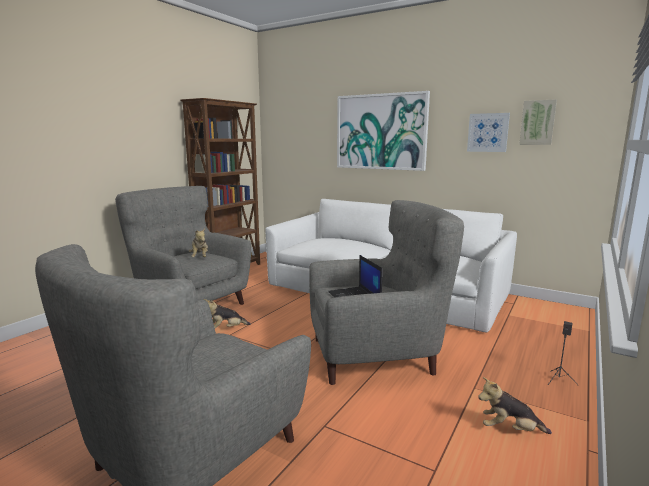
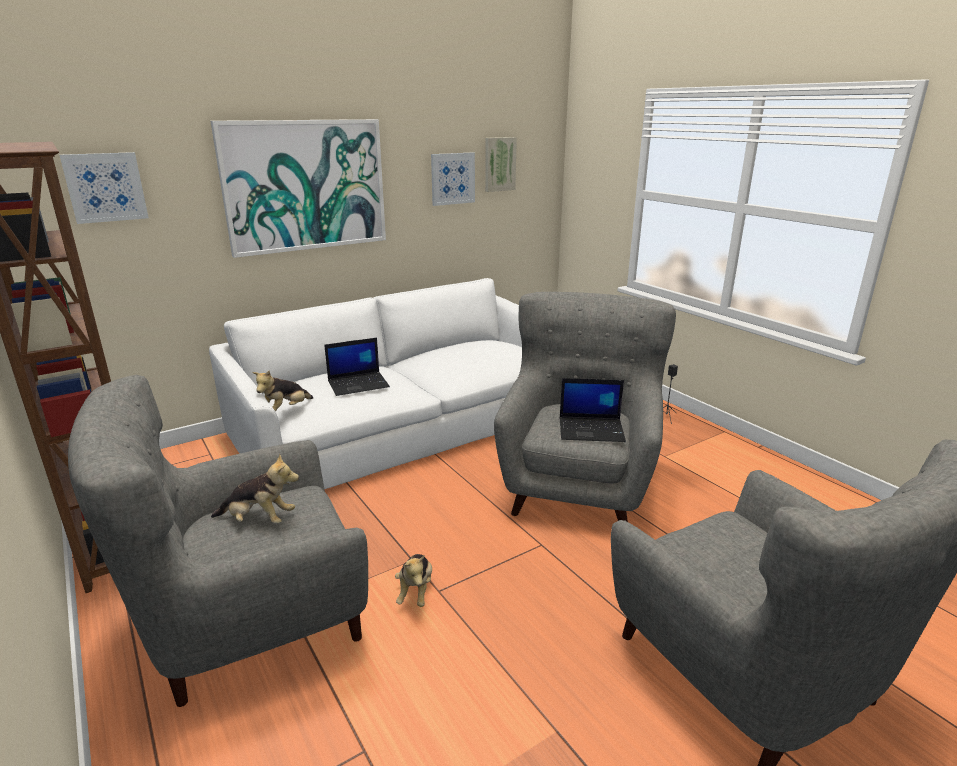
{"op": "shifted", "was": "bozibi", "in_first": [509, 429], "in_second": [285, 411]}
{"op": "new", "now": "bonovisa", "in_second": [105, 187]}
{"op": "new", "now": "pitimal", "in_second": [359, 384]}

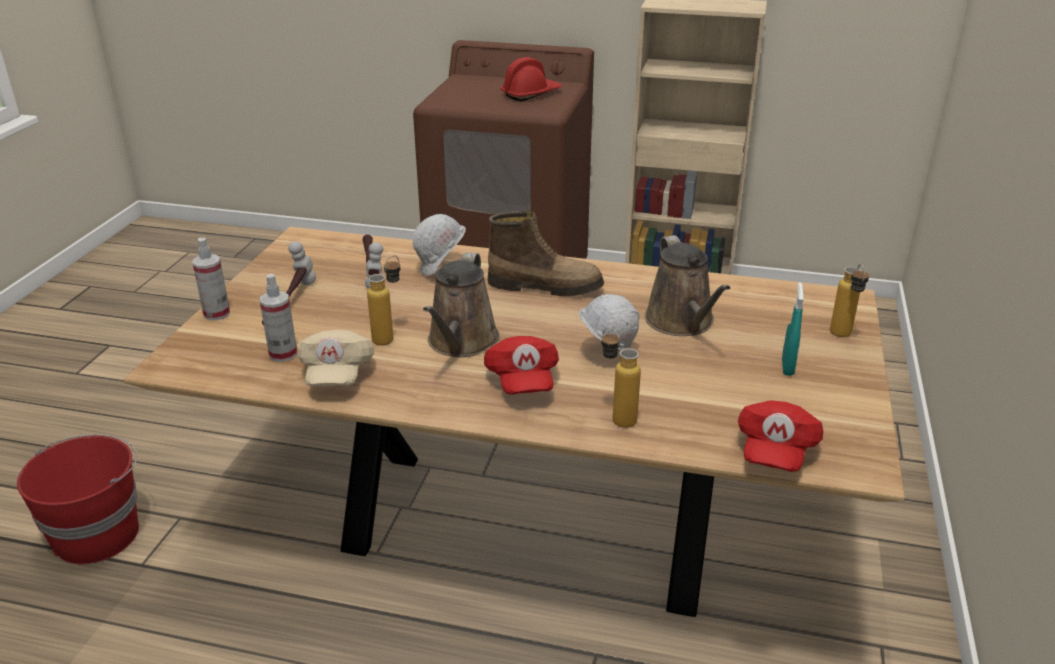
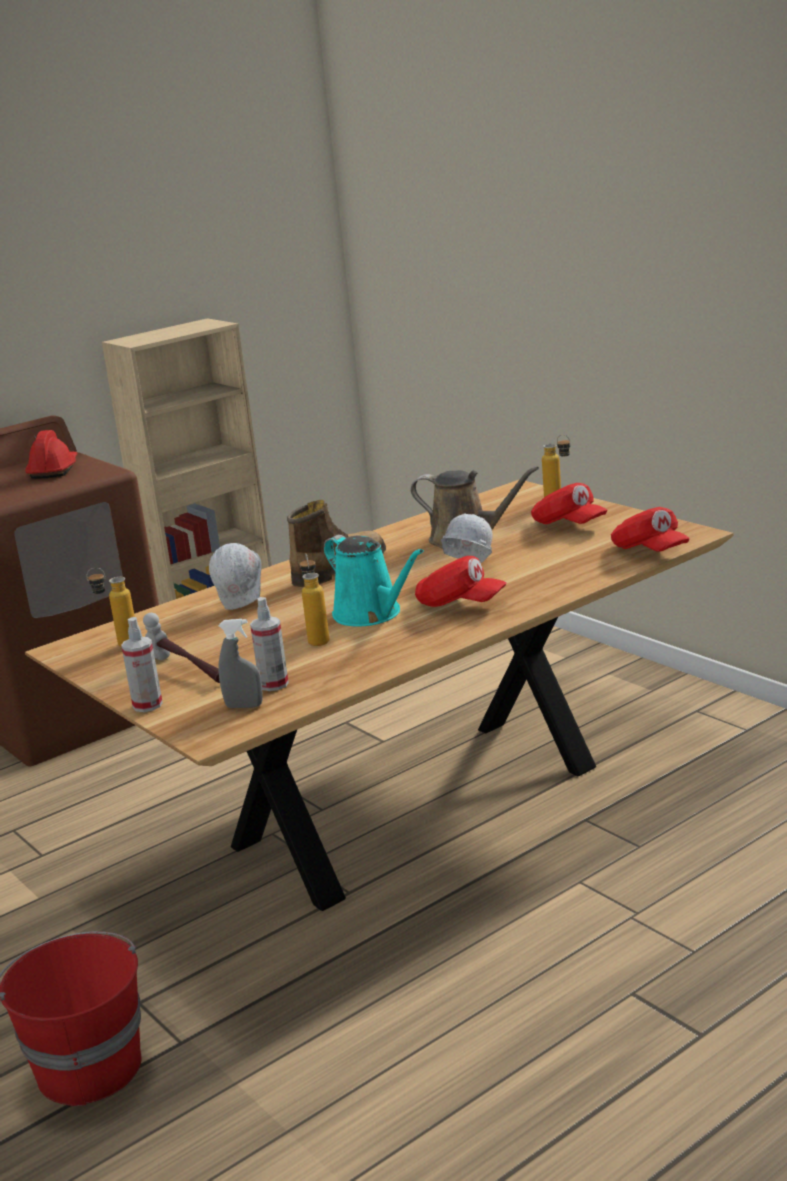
{"op": "gone", "was": "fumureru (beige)", "in_first": [337, 374]}
{"op": "gone", "was": "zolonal", "in_first": [372, 267]}
{"op": "repainted", "was": "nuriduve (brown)", "now": "nuriduve (turquoise)", "in_first": [461, 342], "in_second": [371, 614]}
{"op": "shifted", "was": "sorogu", "in_first": [616, 417], "in_second": [119, 645]}
{"op": "swapped", "was": "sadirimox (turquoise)", "now": "fumureru (red)", "in_first": [787, 367], "in_second": [568, 525]}
{"op": "new", "now": "sadirimox (grey)", "in_second": [244, 706]}

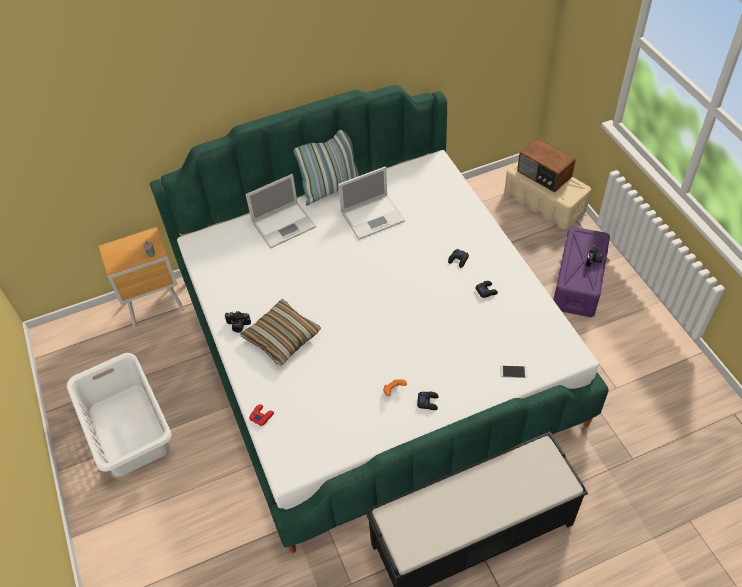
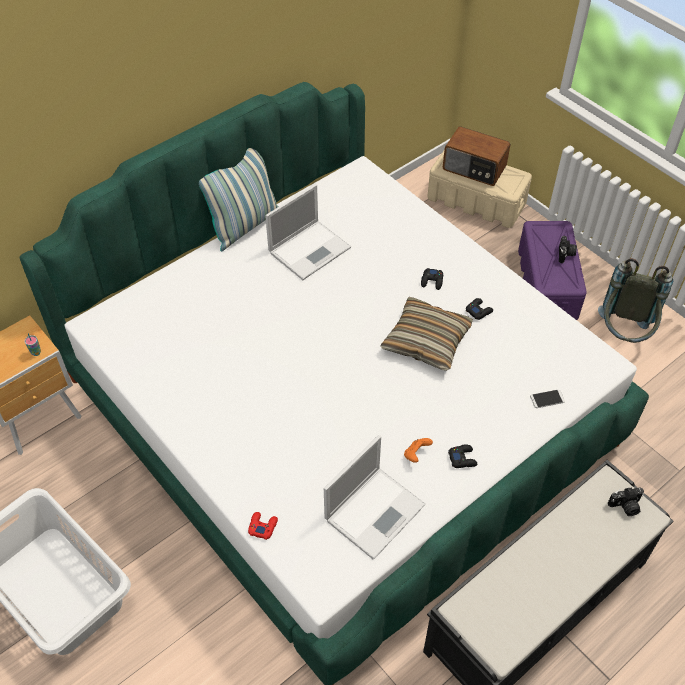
{"op": "shifted", "was": "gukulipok", "in_first": [238, 326], "in_second": [625, 506]}
{"op": "shifted", "was": "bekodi", "in_first": [282, 337], "in_second": [426, 341]}
{"op": "shifted", "was": "pitimal", "in_first": [284, 224], "in_second": [375, 510]}
{"op": "new", "now": "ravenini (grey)", "in_second": [623, 335]}

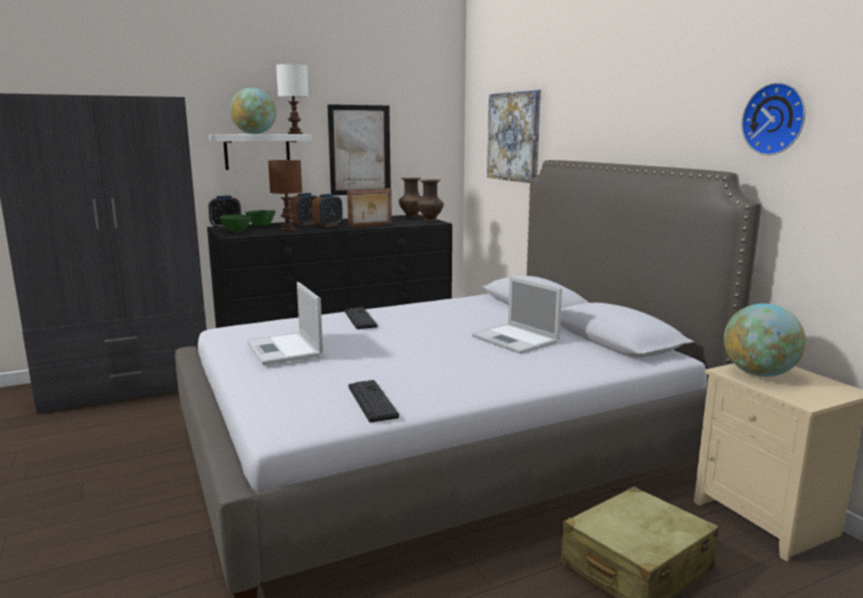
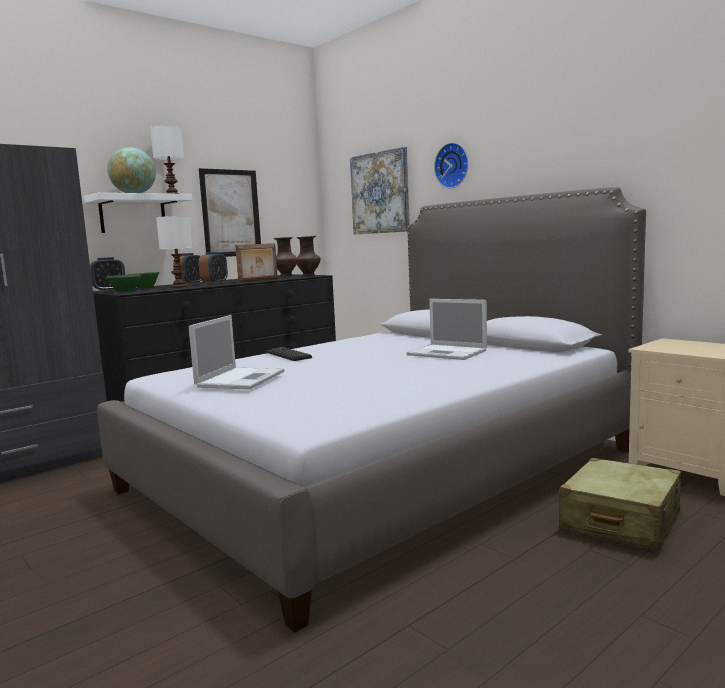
{"op": "rotated", "was": "pitimal", "in_first": [285, 349], "in_second": [241, 379], "clockwise": -120}
{"op": "repainted", "was": "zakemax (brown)", "now": "zakemax (white)", "in_first": [288, 230], "in_second": [180, 287]}
{"op": "gone", "was": "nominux", "in_first": [372, 401]}
{"op": "gone", "was": "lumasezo", "in_first": [759, 374]}
{"op": "shifted", "was": "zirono", "in_first": [776, 119], "in_second": [453, 165]}

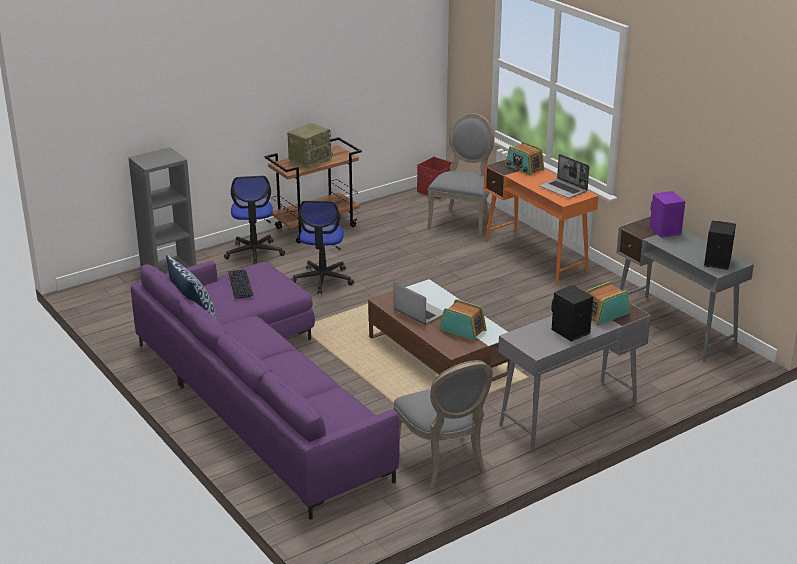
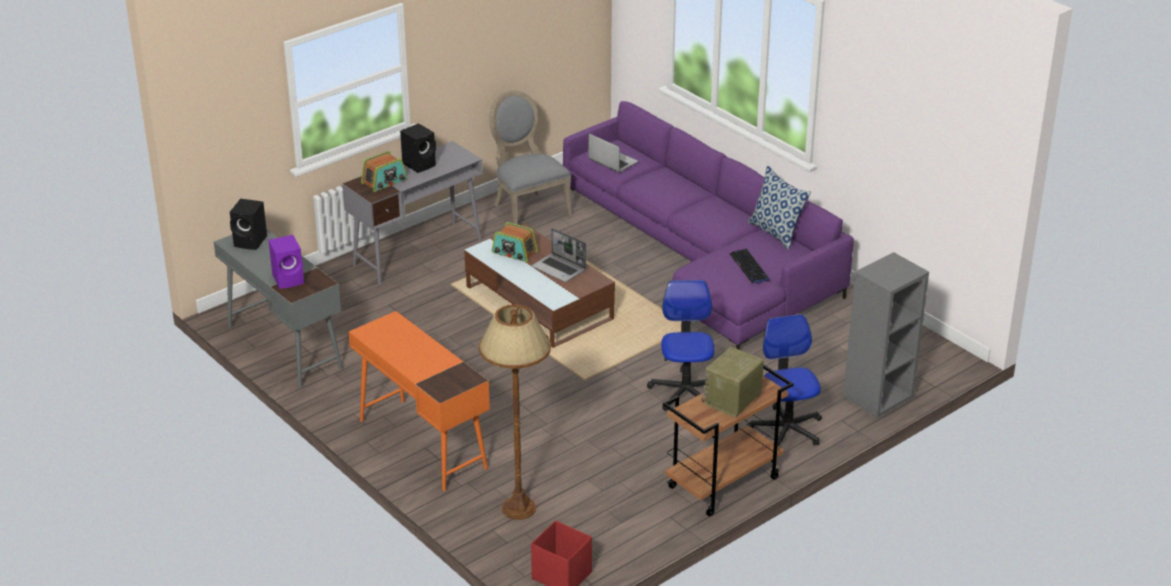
{"op": "swapped", "was": "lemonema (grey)", "now": "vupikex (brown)", "in_first": [462, 221], "in_second": [518, 508]}
{"op": "gone", "was": "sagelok", "in_first": [524, 168]}
{"op": "shifted", "was": "pitimal", "in_first": [564, 189], "in_second": [612, 161]}

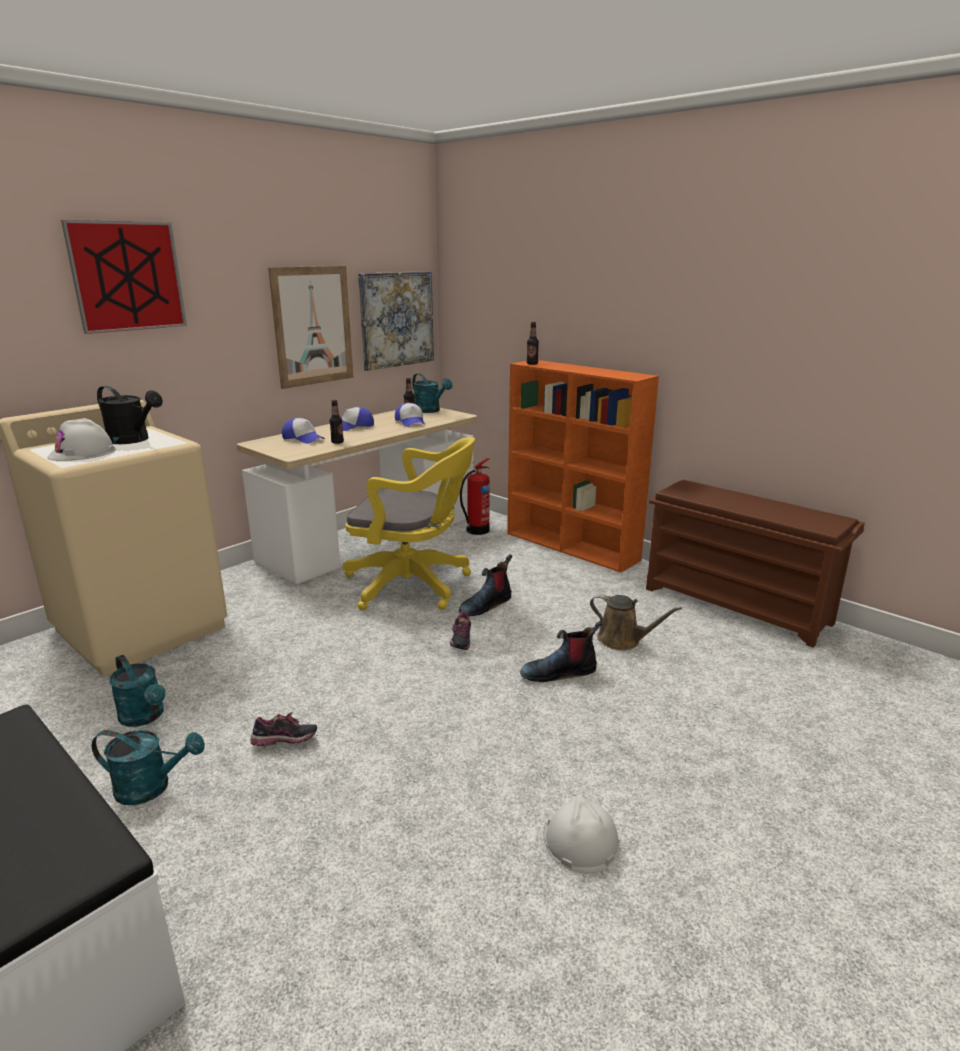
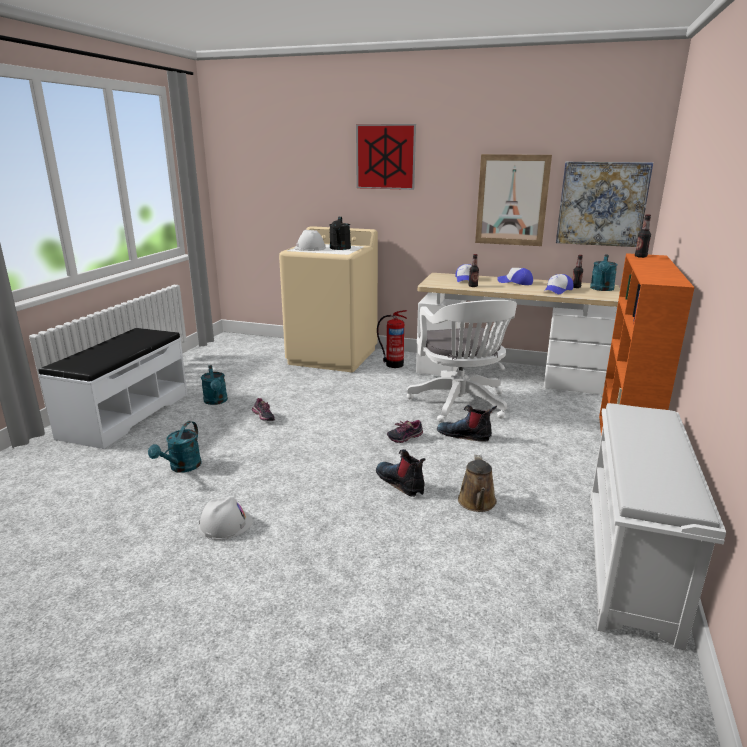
{"op": "shifted", "was": "nuriduve (turquoise)", "in_first": [145, 717], "in_second": [182, 467]}
{"op": "repainted", "was": "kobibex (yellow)", "now": "kobibex (white)", "in_first": [414, 585], "in_second": [461, 405]}
{"op": "shifted", "was": "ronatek", "in_first": [476, 531], "in_second": [393, 364]}
{"op": "repainted", "was": "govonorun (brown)", "now": "govonorun (white)", "in_first": [738, 605], "in_second": [631, 565]}

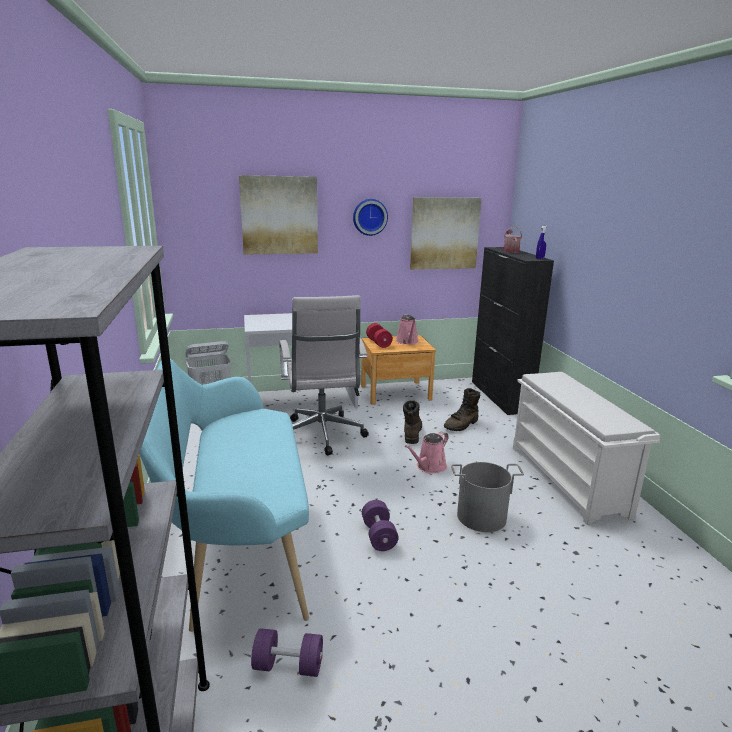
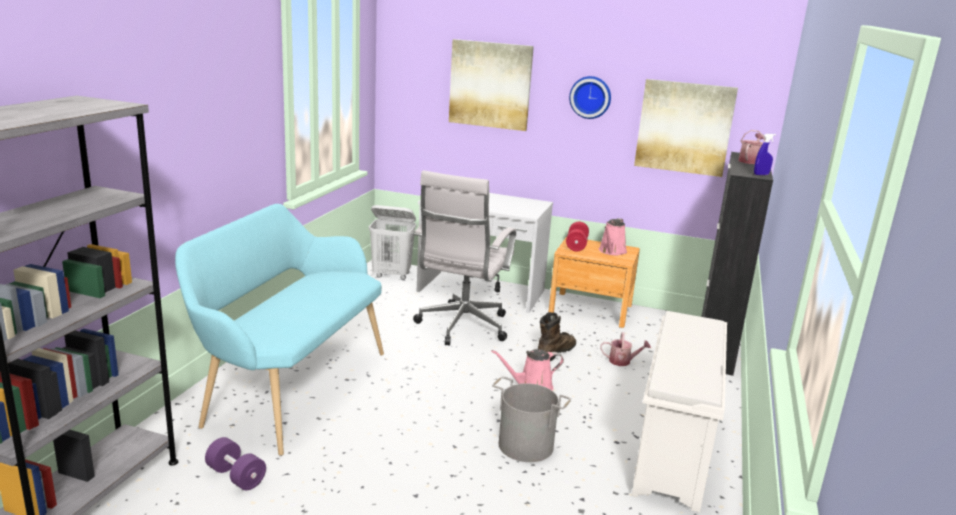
{"op": "gone", "was": "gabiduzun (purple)", "in_first": [379, 535]}
{"op": "swapped", "was": "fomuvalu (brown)", "now": "nuriduve", "in_first": [461, 425], "in_second": [623, 361]}

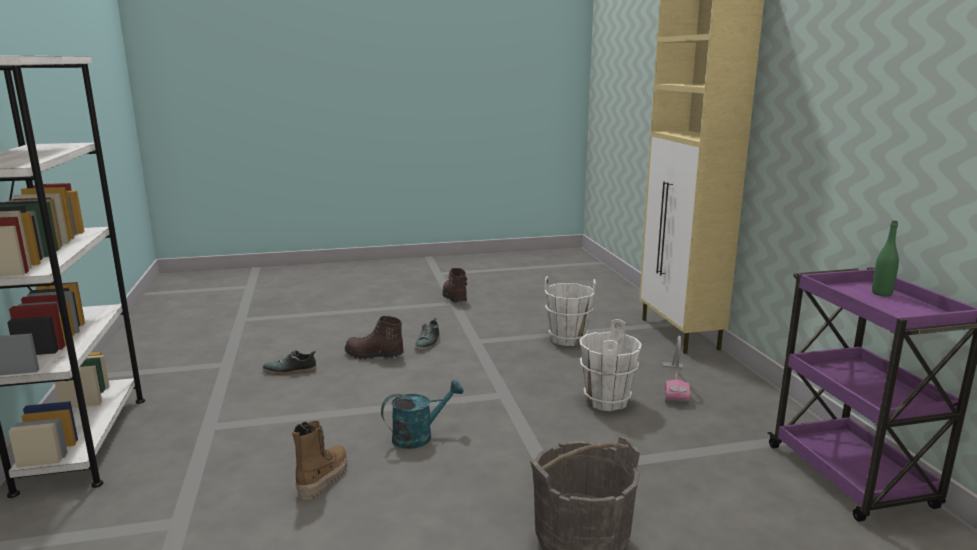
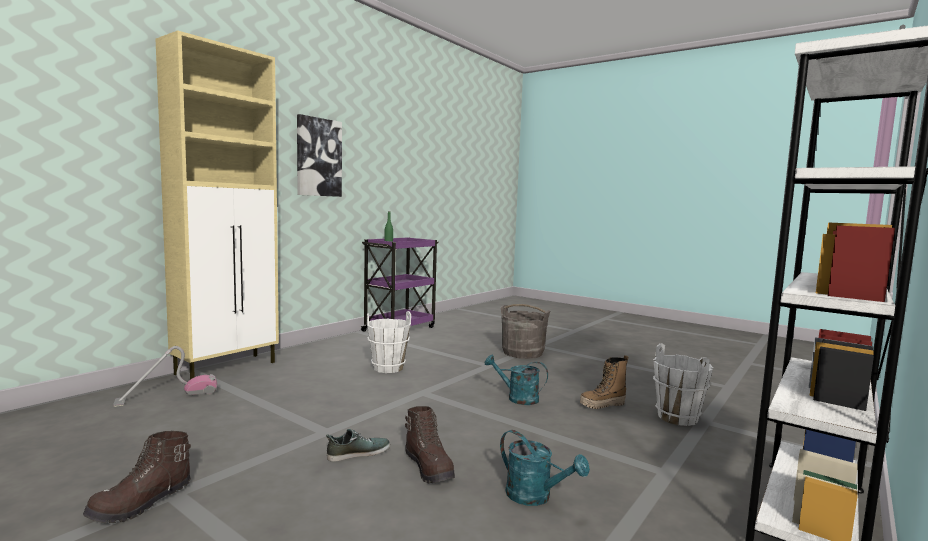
{"op": "swapped", "was": "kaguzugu", "now": "nuriduve (turquoise)", "in_first": [290, 371], "in_second": [535, 497]}
{"op": "shifted", "was": "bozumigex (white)", "in_first": [568, 339], "in_second": [678, 417]}
{"op": "shifted", "was": "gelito", "in_first": [674, 384], "in_second": [167, 396]}
{"op": "new", "now": "bonovisa", "in_second": [318, 157]}

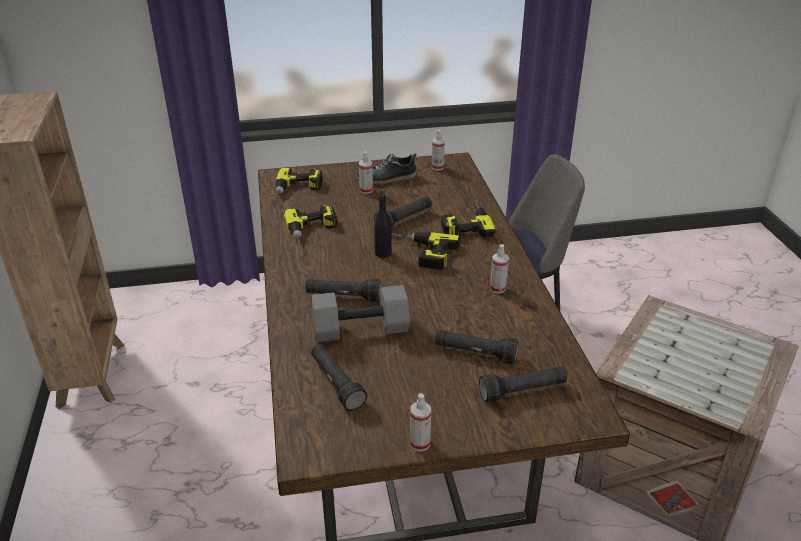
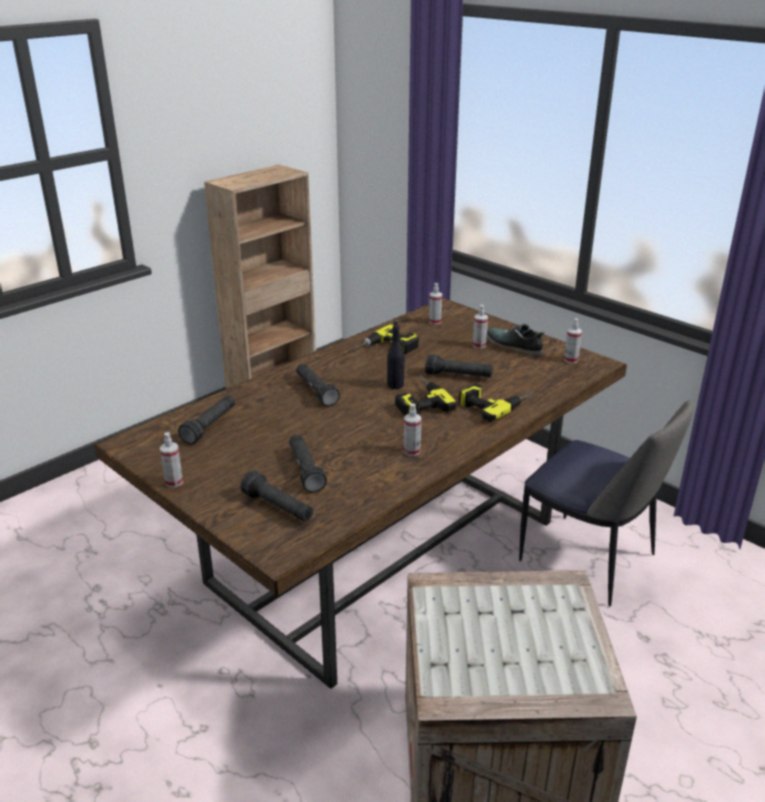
{"op": "swapped", "was": "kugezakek", "now": "sadirimox", "in_first": [297, 191], "in_second": [435, 321]}
{"op": "gone", "was": "gabiduzun (grey)", "in_first": [359, 331]}

